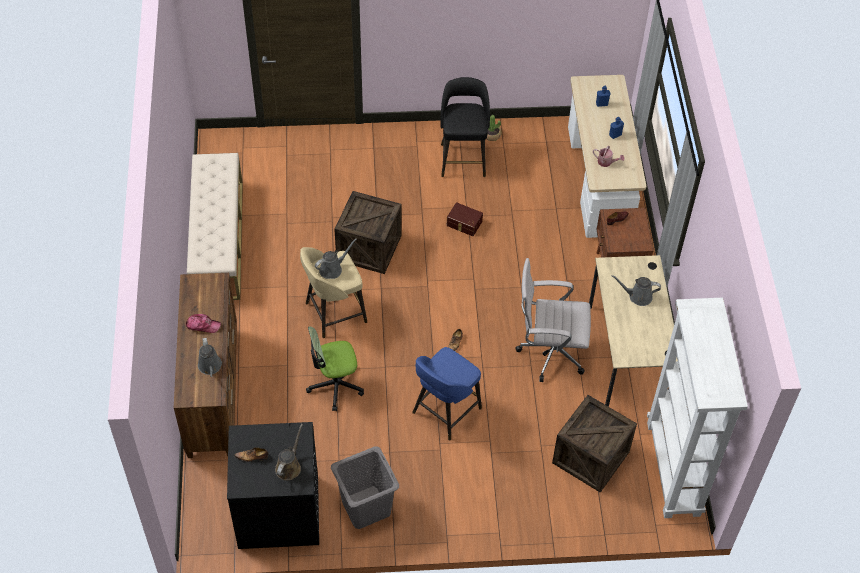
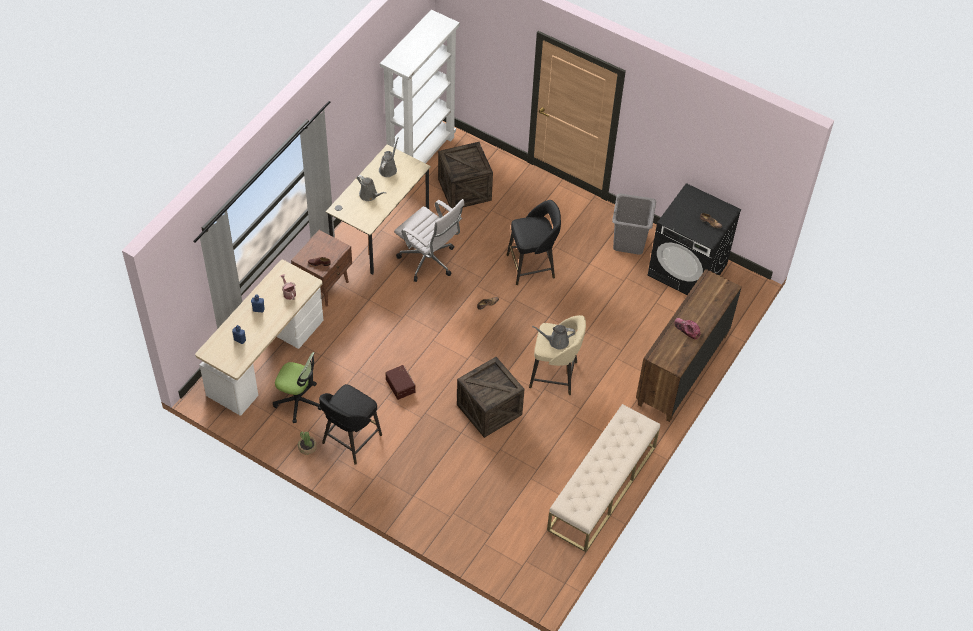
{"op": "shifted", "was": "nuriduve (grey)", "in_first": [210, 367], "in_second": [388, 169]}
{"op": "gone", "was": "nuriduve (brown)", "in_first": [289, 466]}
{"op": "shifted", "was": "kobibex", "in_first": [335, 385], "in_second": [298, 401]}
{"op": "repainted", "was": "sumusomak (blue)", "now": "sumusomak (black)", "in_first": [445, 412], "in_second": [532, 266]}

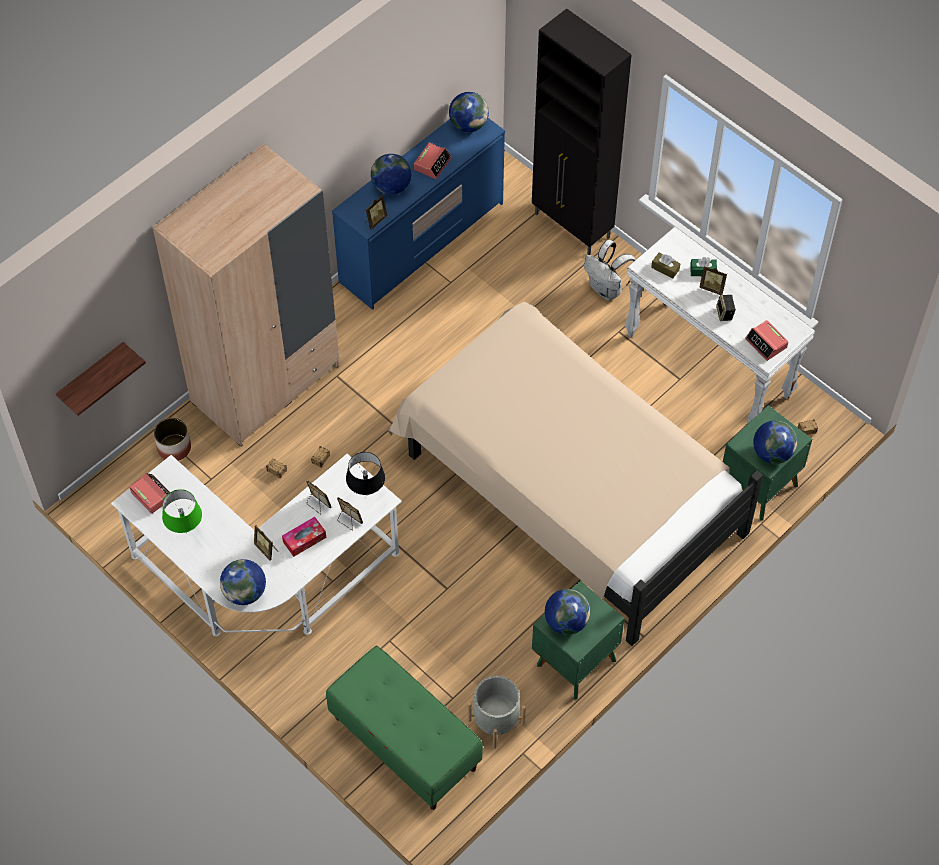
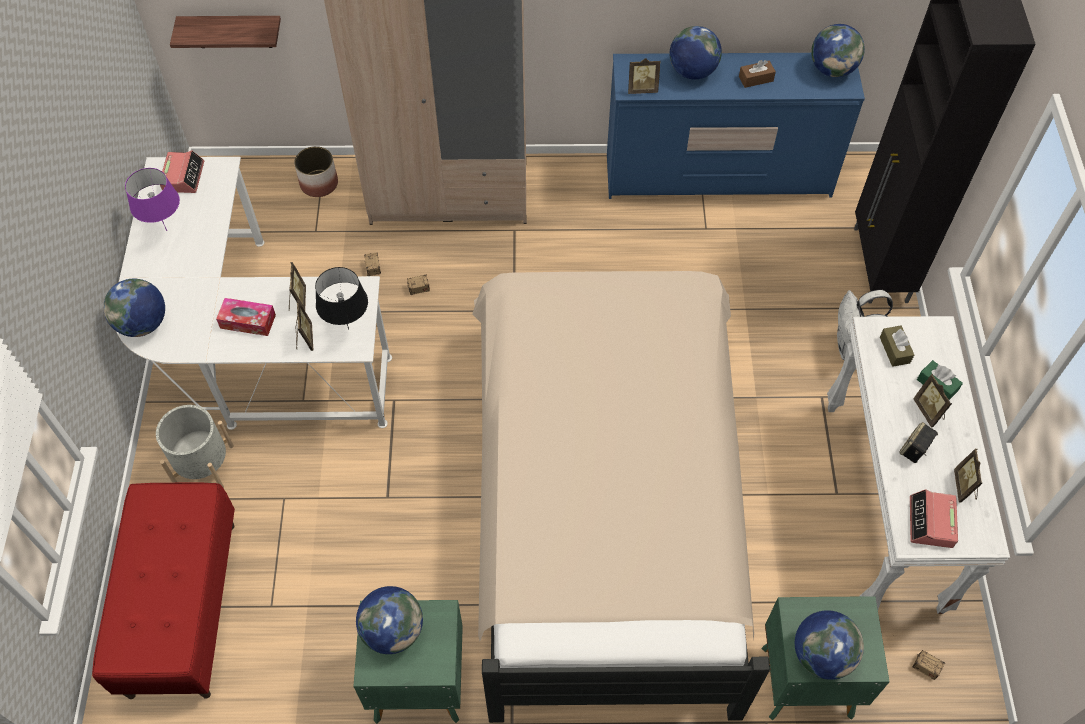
{"op": "repainted", "was": "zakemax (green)", "now": "zakemax (purple)", "in_first": [186, 533], "in_second": [166, 231]}
{"op": "shifted", "was": "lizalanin", "in_first": [267, 549], "in_second": [964, 487]}
{"op": "repainted", "was": "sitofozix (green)", "now": "sitofozix (red)", "in_first": [404, 743], "in_second": [182, 607]}
{"op": "swapped", "was": "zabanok", "now": "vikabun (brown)", "in_first": [432, 164], "in_second": [756, 79]}
{"op": "shifted", "was": "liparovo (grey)", "in_first": [496, 722], "in_second": [204, 465]}

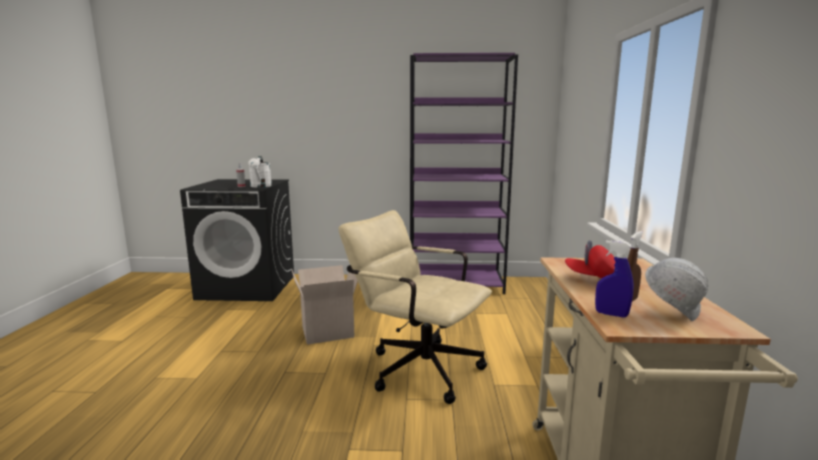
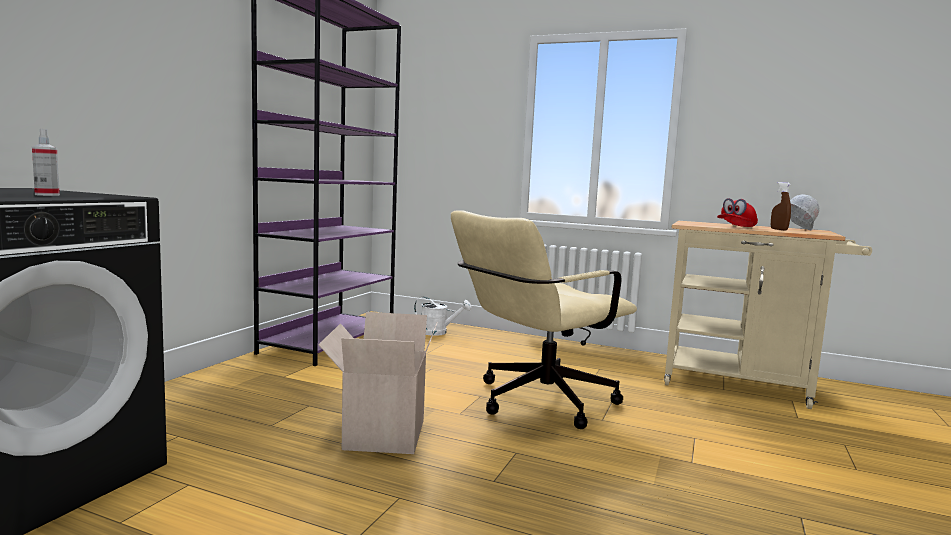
{"op": "shifted", "was": "nuriduve (white)", "in_first": [260, 186], "in_second": [438, 332]}
{"op": "gone", "was": "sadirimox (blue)", "in_first": [611, 314]}

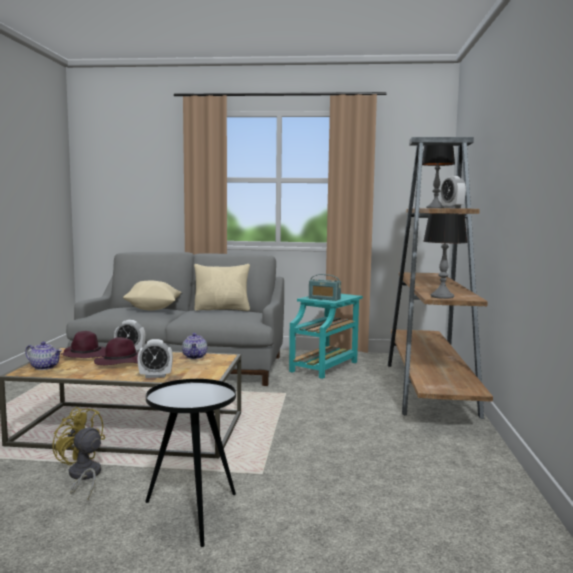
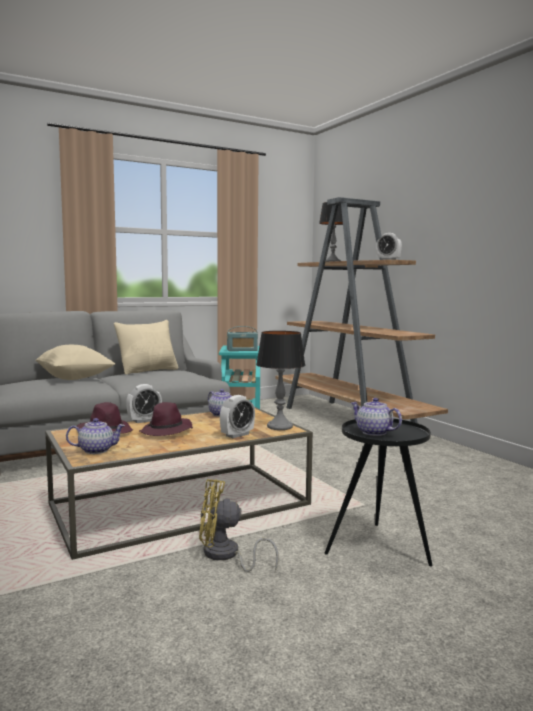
{"op": "shifted", "was": "zakemax", "in_first": [442, 296], "in_second": [279, 426]}
{"op": "new", "now": "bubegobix", "in_second": [373, 432]}

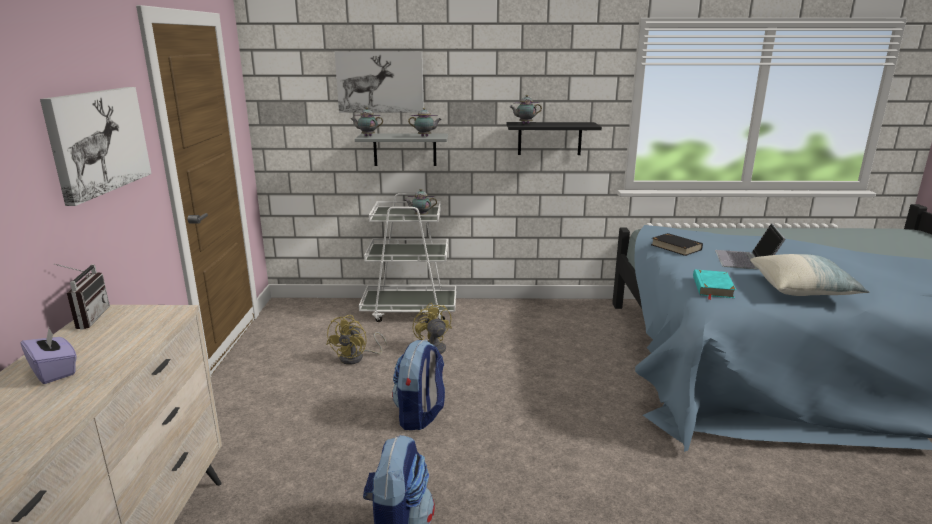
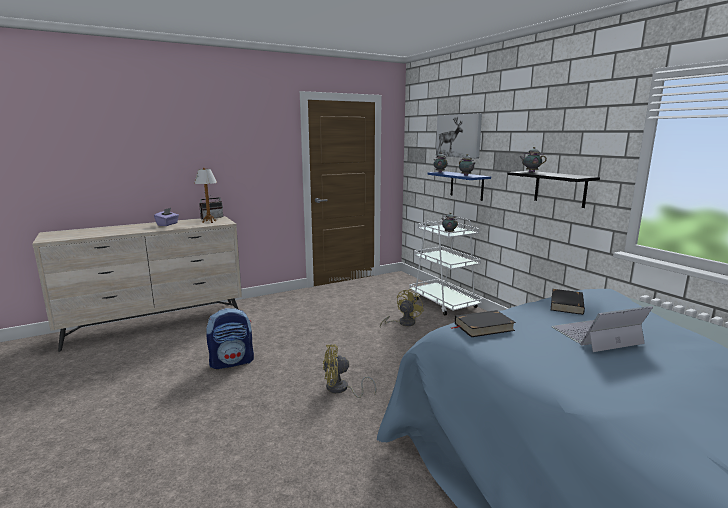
{"op": "gone", "was": "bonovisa", "in_first": [98, 141]}
{"op": "shifted", "was": "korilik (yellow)", "in_first": [356, 358], "in_second": [341, 389]}
{"op": "repainted", "was": "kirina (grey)", "now": "kirina (blue)", "in_first": [405, 149], "in_second": [466, 185]}
{"op": "gone", "was": "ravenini", "in_first": [420, 415]}
{"op": "repainted", "was": "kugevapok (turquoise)", "now": "kugevapok (black)", "in_first": [712, 287], "in_second": [483, 327]}
{"op": "gone", "was": "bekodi", "in_first": [803, 289]}
{"op": "new", "now": "zakemax", "in_second": [209, 222]}

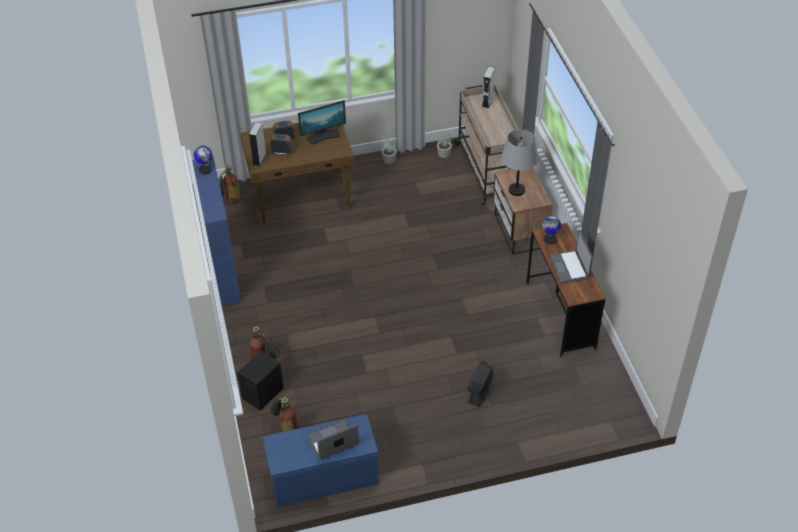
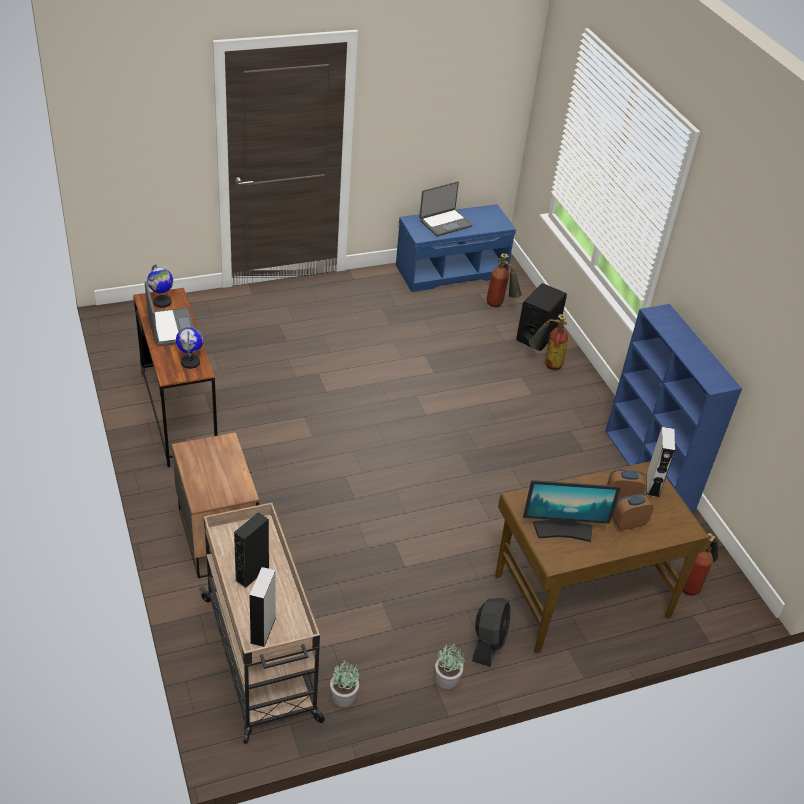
{"op": "shifted", "was": "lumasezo", "in_first": [205, 169], "in_second": [162, 302]}
{"op": "rotated", "was": "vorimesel", "in_first": [323, 136], "in_second": [563, 530], "clockwise": -150}
{"op": "shifted", "was": "korilik (black)", "in_first": [480, 391], "in_second": [488, 642]}
{"op": "gone", "was": "zakemax (grey)", "in_first": [516, 190]}
{"op": "new", "now": "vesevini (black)", "in_second": [252, 573]}

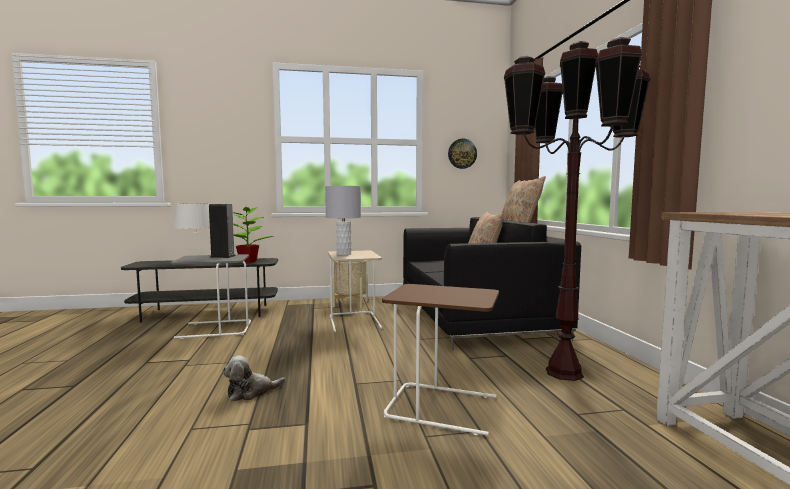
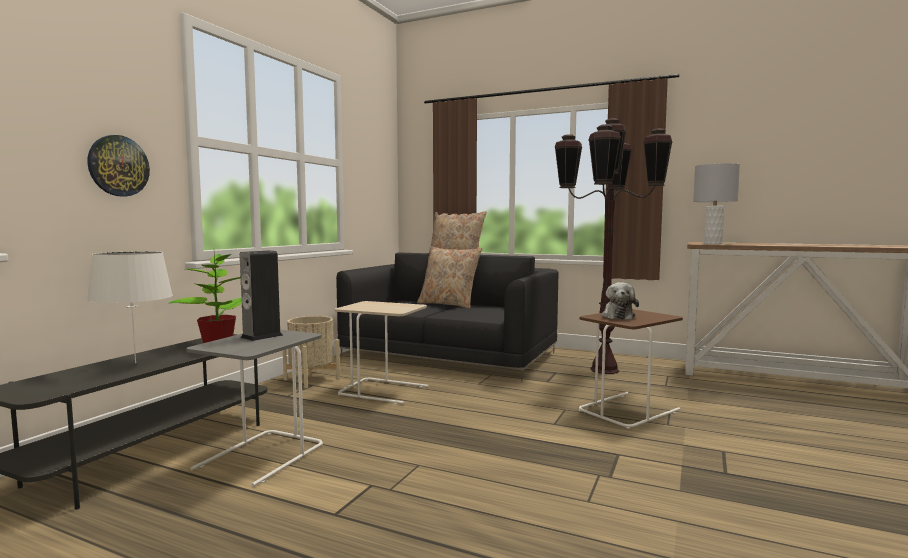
{"op": "shifted", "was": "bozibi", "in_first": [251, 392], "in_second": [618, 316]}
{"op": "shifted", "was": "zakemax (grey)", "in_first": [344, 254], "in_second": [713, 244]}
{"op": "shifted", "was": "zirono", "in_first": [462, 153], "in_second": [118, 166]}

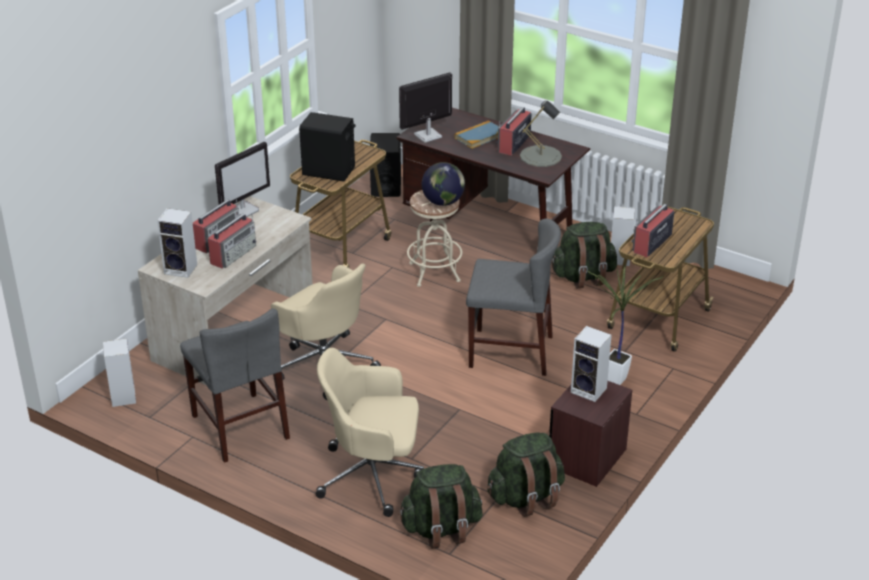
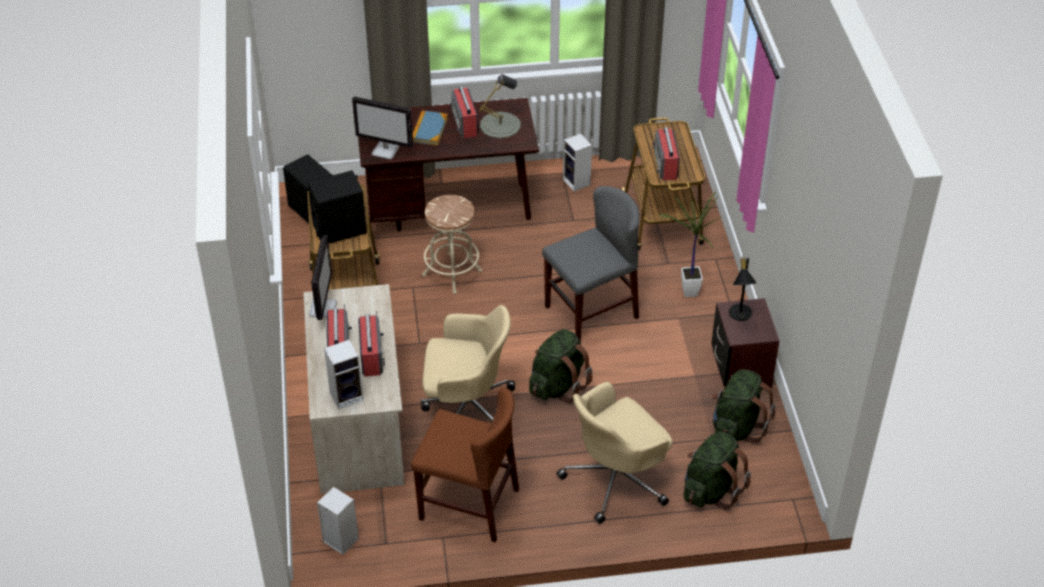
{"op": "repainted", "was": "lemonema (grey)", "now": "lemonema (brown)", "in_first": [240, 427], "in_second": [469, 504]}
{"op": "rotated", "was": "vorimesel", "in_first": [427, 136], "in_second": [386, 151], "clockwise": -90}
{"op": "gone", "was": "lumasezo", "in_first": [443, 202]}
{"op": "shifted", "was": "ravenini (green)", "in_first": [583, 277], "in_second": [558, 385]}
{"op": "swapped", "was": "vesevini", "now": "zakemax (black)", "in_first": [590, 390], "in_second": [739, 316]}

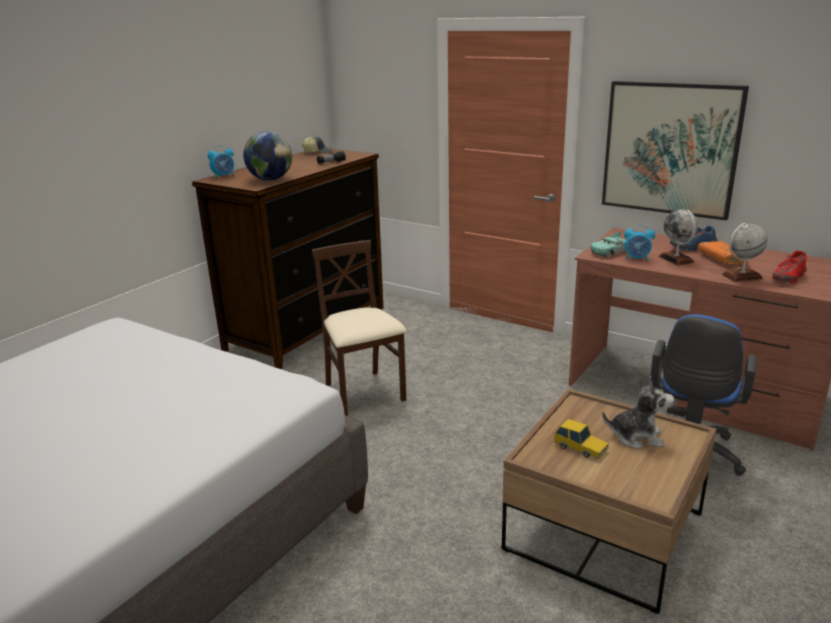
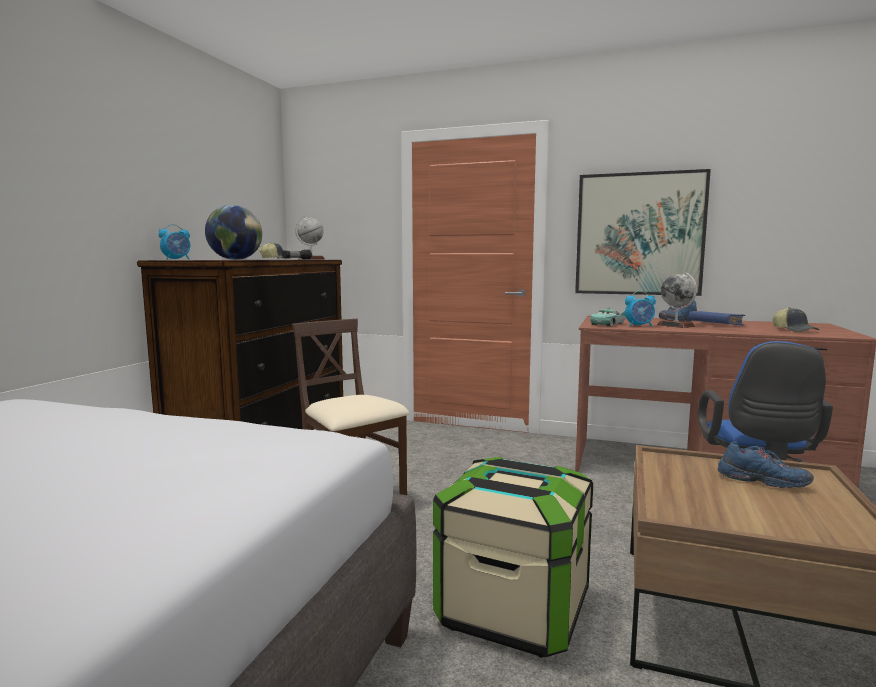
{"op": "gone", "was": "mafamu", "in_first": [580, 447]}
{"op": "swapped", "was": "bozibi", "now": "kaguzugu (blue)", "in_first": [636, 437], "in_second": [762, 482]}
{"op": "repainted", "was": "kugevapok (orange)", "now": "kugevapok (blue)", "in_first": [722, 259], "in_second": [715, 324]}
{"op": "shifted", "was": "lumasezo", "in_first": [742, 276], "in_second": [311, 259]}
{"op": "swapped", "was": "kaguzugu (red)", "now": "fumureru", "in_first": [788, 278], "in_second": [794, 330]}
{"op": "new", "now": "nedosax", "in_second": [513, 609]}

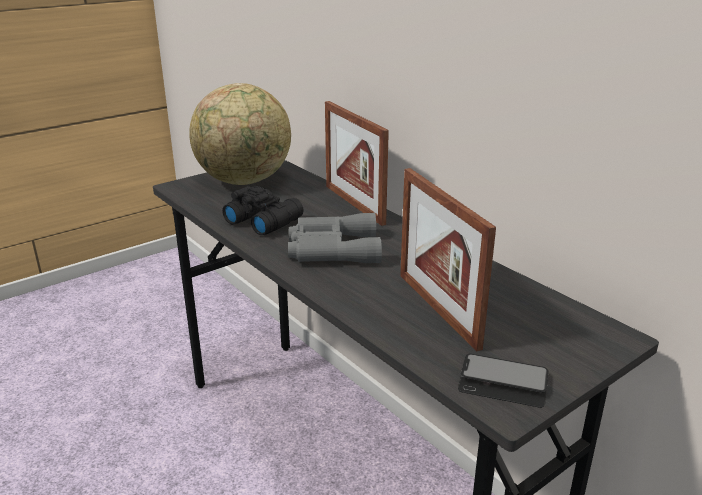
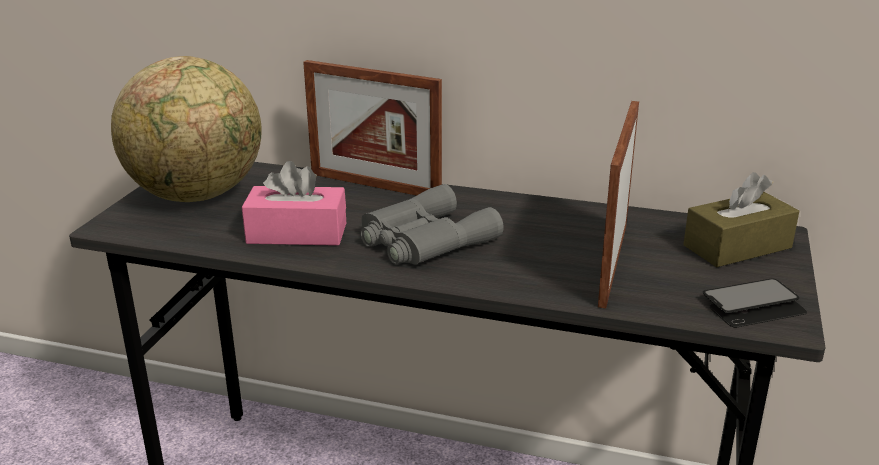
{"op": "swapped", "was": "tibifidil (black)", "now": "vikabun (pink)", "in_first": [264, 220], "in_second": [297, 233]}
{"op": "rotated", "was": "lizalanin", "in_first": [437, 309], "in_second": [613, 263], "clockwise": 75}
{"op": "new", "now": "vikabun (brown)", "in_second": [737, 247]}

